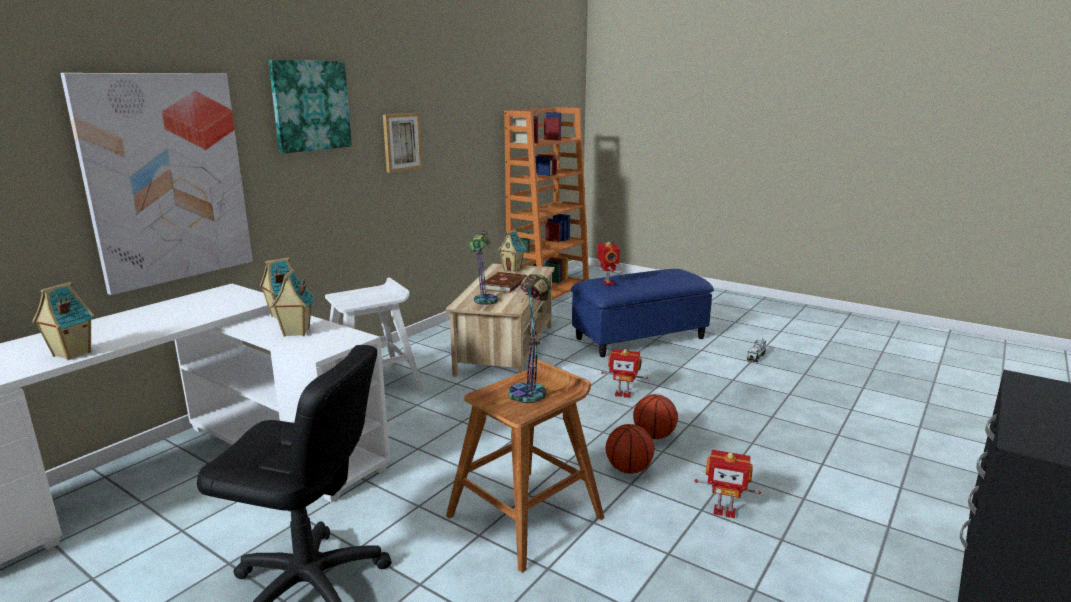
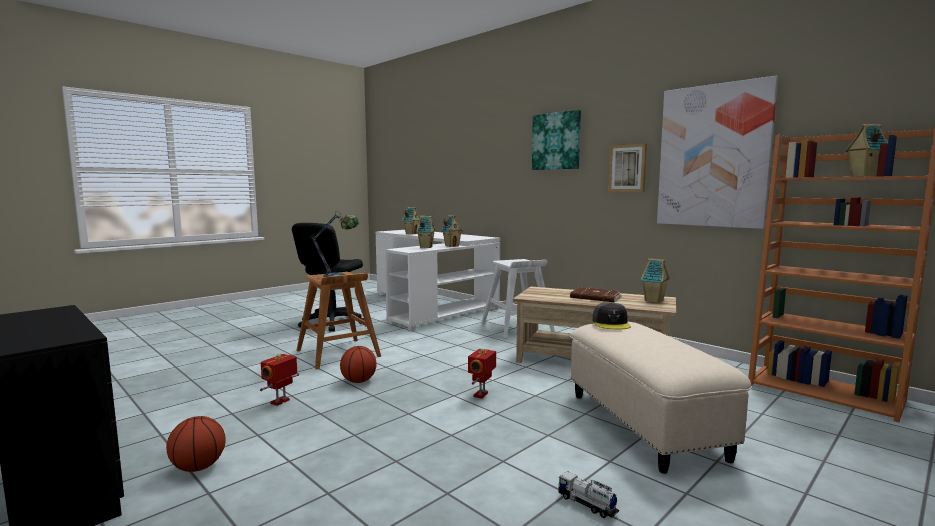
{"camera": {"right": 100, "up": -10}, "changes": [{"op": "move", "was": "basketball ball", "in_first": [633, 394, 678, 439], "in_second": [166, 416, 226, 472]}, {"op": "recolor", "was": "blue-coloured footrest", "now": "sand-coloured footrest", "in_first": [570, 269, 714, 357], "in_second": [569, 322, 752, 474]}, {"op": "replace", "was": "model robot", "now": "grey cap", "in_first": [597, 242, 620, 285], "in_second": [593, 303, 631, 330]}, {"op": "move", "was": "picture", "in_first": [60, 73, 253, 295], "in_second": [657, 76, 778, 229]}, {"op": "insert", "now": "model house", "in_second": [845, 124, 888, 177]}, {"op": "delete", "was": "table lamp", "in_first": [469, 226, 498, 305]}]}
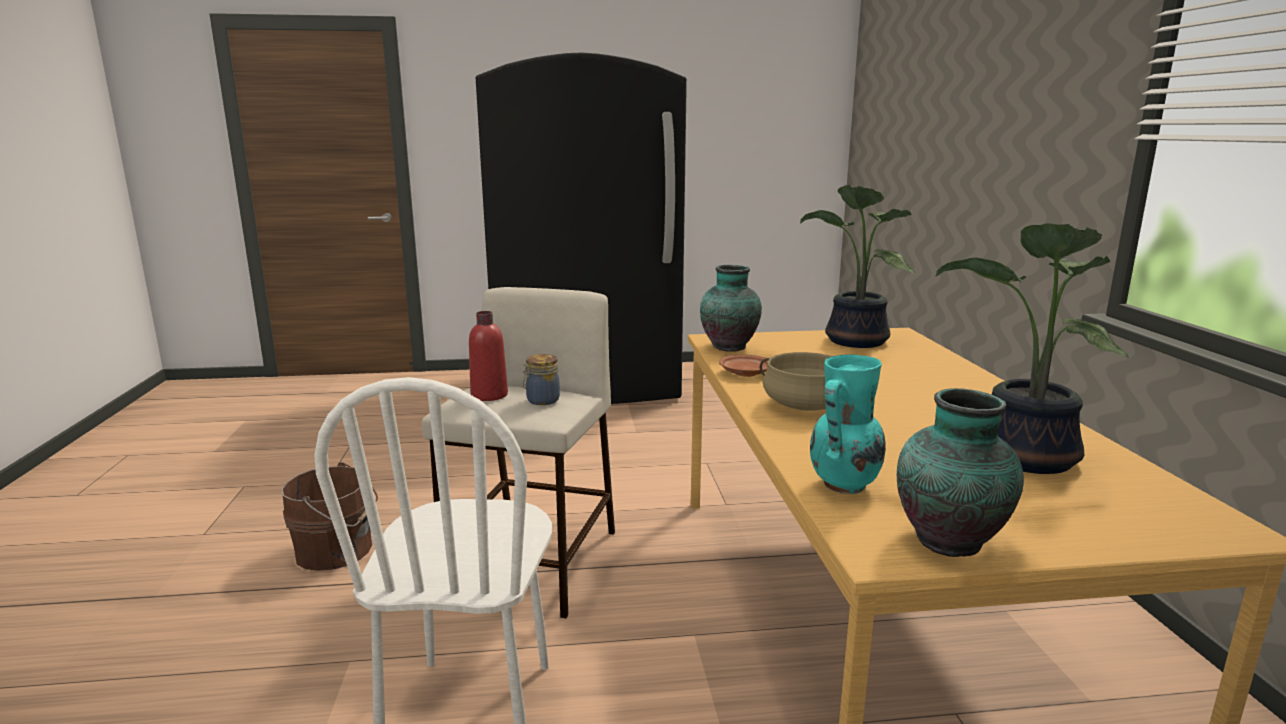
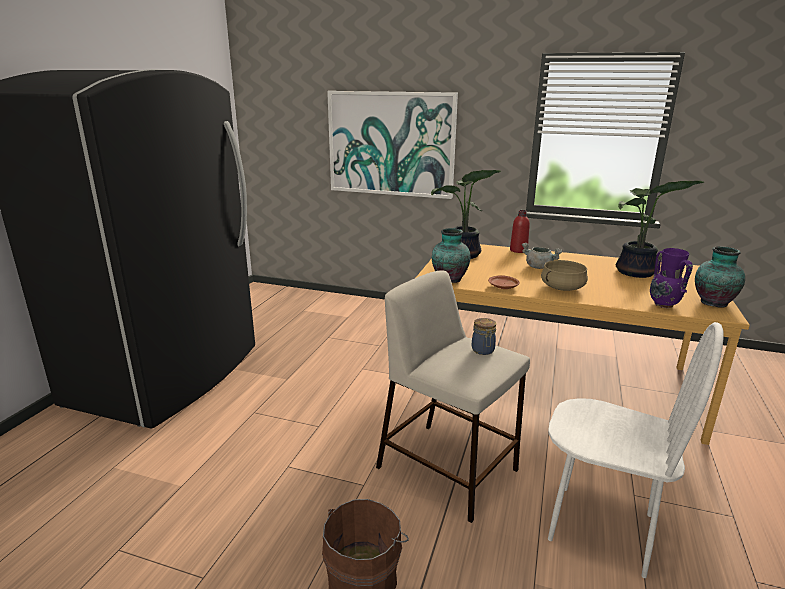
{"camera": {"right": -65, "up": 5}, "changes": [{"op": "insert", "now": "picture", "in_second": [327, 91, 458, 199]}, {"op": "move", "was": "red-coloured beverage bottle", "in_first": [469, 311, 508, 401], "in_second": [510, 210, 530, 253]}, {"op": "insert", "now": "grey cooking pot", "in_second": [522, 243, 563, 269]}, {"op": "recolor", "was": "turquoise-coloured decorative vase", "now": "purplish decorative vase", "in_first": [810, 354, 886, 494], "in_second": [650, 248, 693, 308]}]}
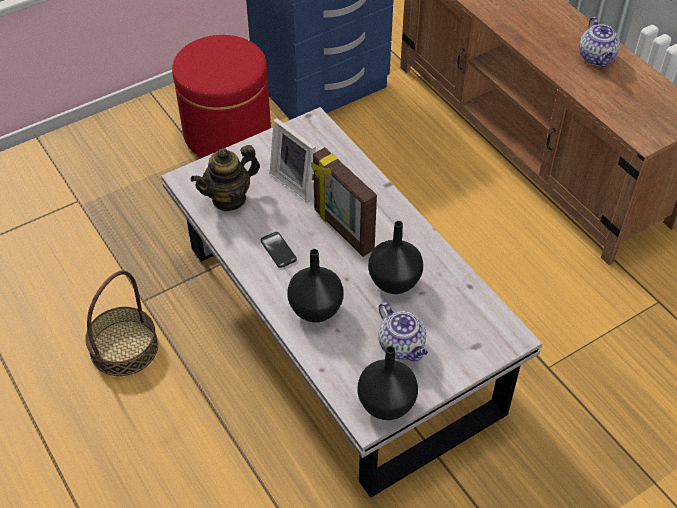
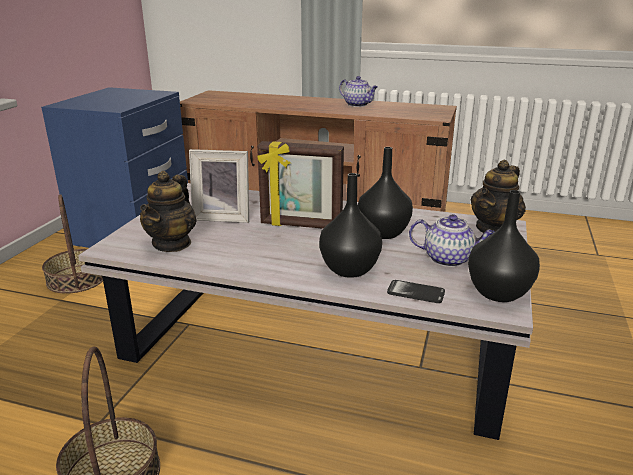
{"camera": {"right": -40, "up": -25}, "changes": [{"op": "replace", "was": "red-coloured footrest", "now": "storage basket", "in_first": [172, 35, 271, 158], "in_second": [42, 194, 103, 294]}, {"op": "move", "was": "telephone", "in_first": [261, 232, 297, 268], "in_second": [387, 280, 445, 303]}, {"op": "insert", "now": "teapot", "in_second": [471, 159, 526, 233]}]}
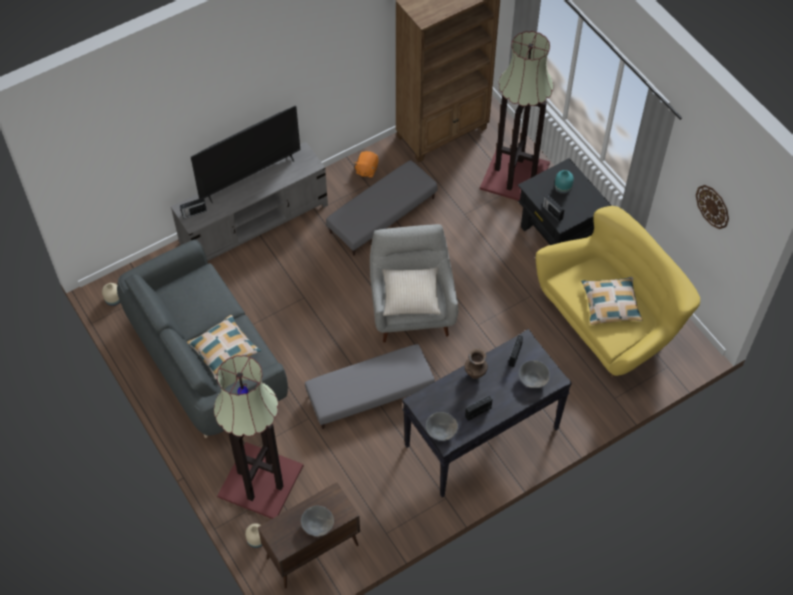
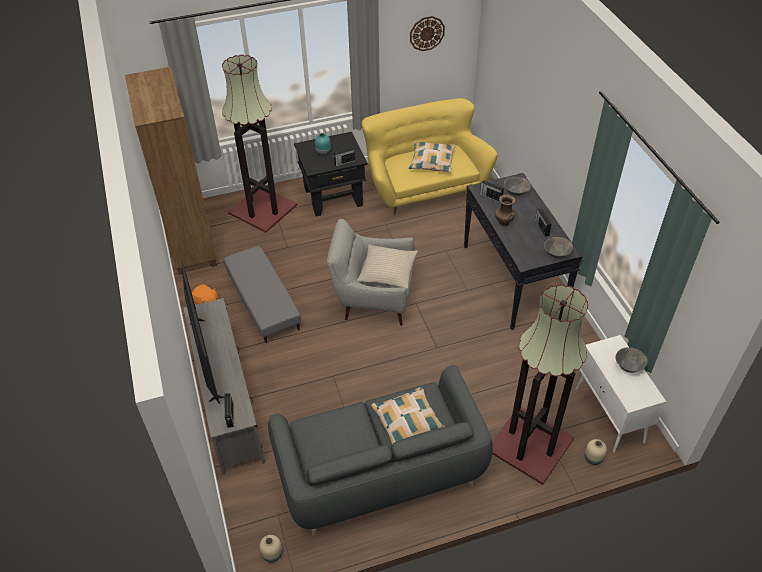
{"camera": {"right": -75, "up": -10}, "changes": [{"op": "recolor", "was": "brown-coloured cupboard", "now": "white cupboard", "in_first": [258, 482, 360, 589], "in_second": [575, 335, 666, 453]}, {"op": "delete", "was": "grey footrest", "in_first": [305, 344, 435, 429]}]}
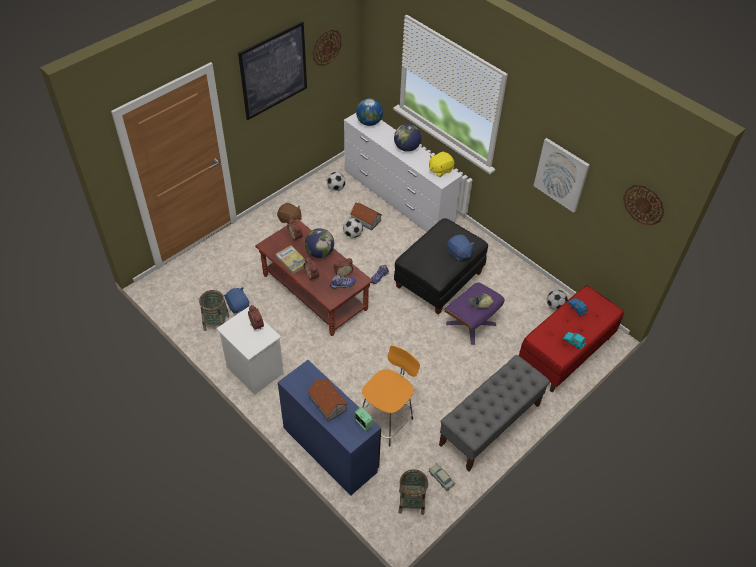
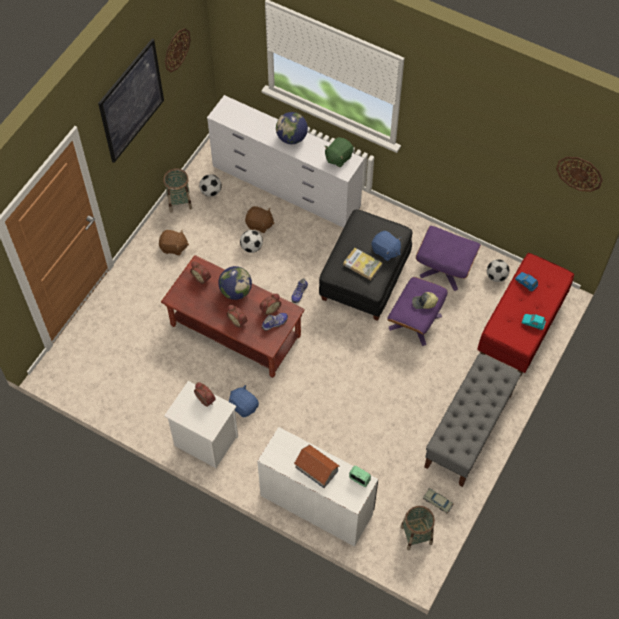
{"camera": {"right": -15, "up": 10}, "changes": [{"op": "move", "was": "storage basket", "in_first": [199, 290, 230, 331], "in_second": [163, 168, 192, 213]}, {"op": "move", "was": "blue-coloured plush toy", "in_first": [223, 287, 249, 314], "in_second": [228, 385, 259, 417]}, {"op": "replace", "was": "model house", "now": "brown-coloured plush toy", "in_first": [350, 203, 382, 231], "in_second": [245, 206, 275, 233]}, {"op": "recolor", "was": "blue-coloured desk unit", "now": "white desk unit", "in_first": [278, 360, 381, 496], "in_second": [257, 427, 378, 547]}, {"op": "recolor", "was": "yellow-coloured plush toy", "now": "green plush toy", "in_first": [429, 152, 455, 177], "in_second": [325, 137, 354, 167]}, {"op": "move", "was": "volume", "in_first": [276, 245, 306, 274], "in_second": [343, 248, 382, 280]}, {"op": "insert", "now": "purplish footrest", "in_second": [416, 226, 481, 291]}, {"op": "delete", "was": "desk globe", "in_first": [356, 99, 383, 126]}, {"op": "delete", "was": "orangey sitting stool", "in_first": [362, 346, 420, 447]}, {"op": "delete", "was": "picture", "in_first": [534, 138, 590, 213]}]}
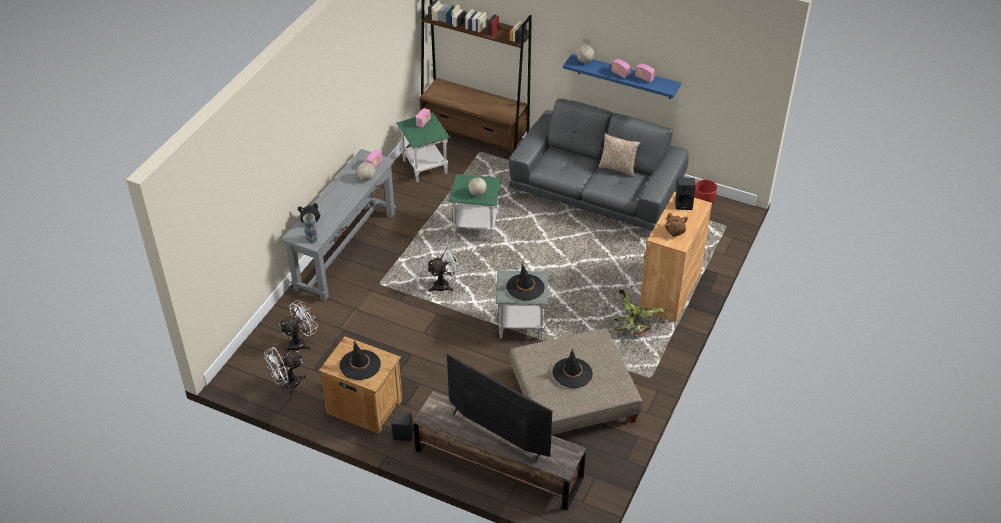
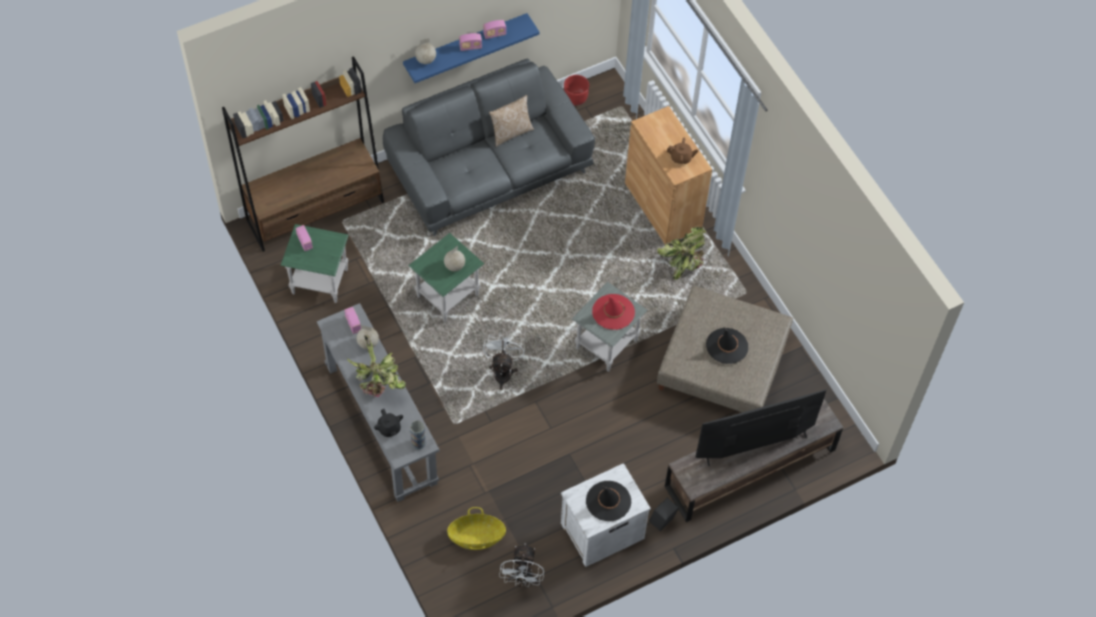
{"camera": {"right": -55, "up": 15}, "changes": [{"op": "insert", "now": "potted plant", "in_second": [346, 335, 406, 397]}, {"op": "replace", "was": "white cooling fan", "now": "storage basket", "in_first": [279, 300, 318, 353], "in_second": [447, 507, 506, 550]}, {"op": "recolor", "was": "brown-coloured night table", "now": "white night table", "in_first": [319, 336, 402, 434], "in_second": [561, 463, 651, 567]}, {"op": "recolor", "was": "black-coloured hat", "now": "red-coloured hat", "in_first": [506, 264, 545, 300], "in_second": [592, 294, 635, 330]}, {"op": "delete", "was": "black-coloured loudspeaker", "in_first": [675, 178, 696, 210]}]}
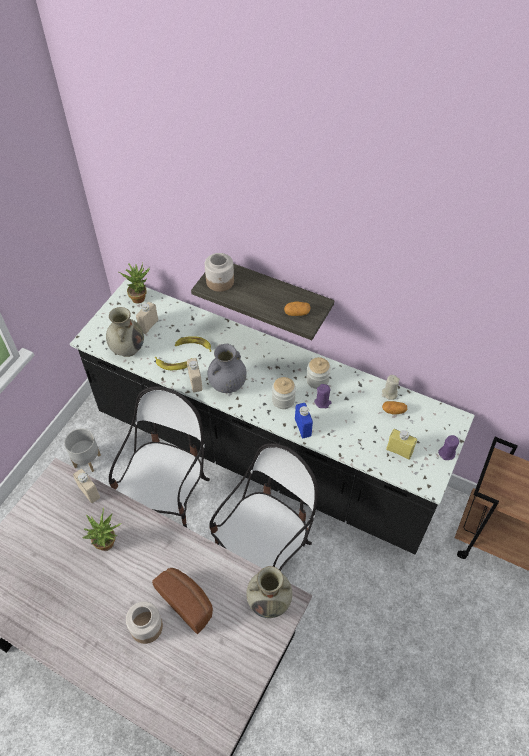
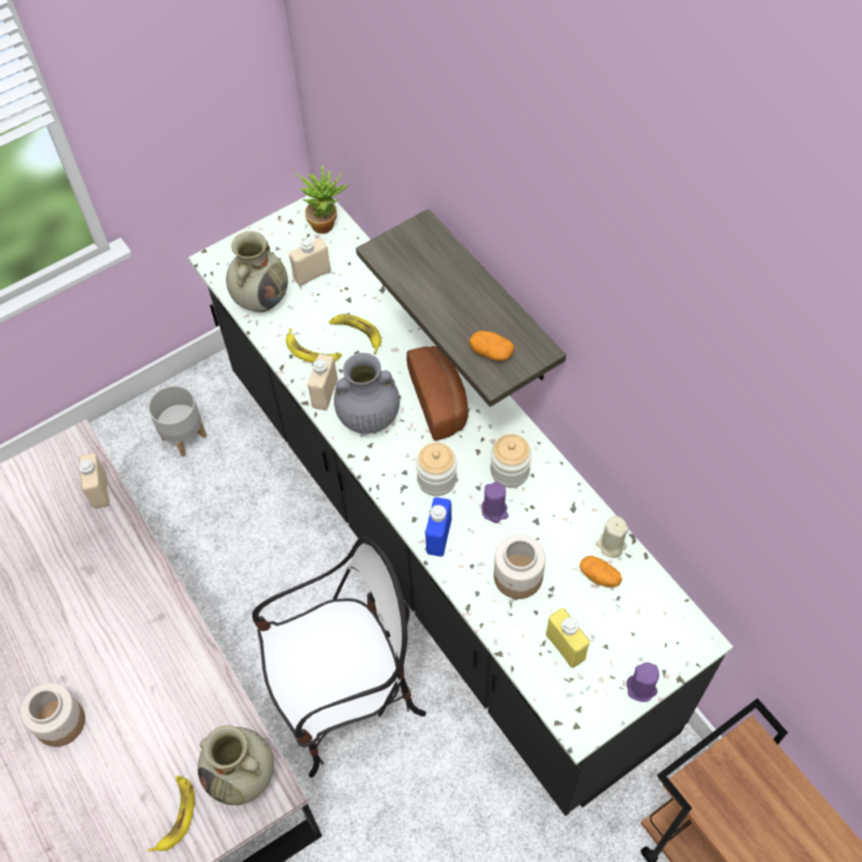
{"camera": {"right": 30, "up": 5}, "changes": [{"op": "insert", "now": "banana fruit", "in_second": [148, 776, 195, 852]}, {"op": "move", "was": "bread", "in_first": [152, 568, 213, 634], "in_second": [407, 346, 468, 441]}, {"op": "move", "was": "jar", "in_first": [205, 253, 234, 292], "in_second": [494, 535, 546, 599]}, {"op": "delete", "was": "potted plant", "in_first": [83, 507, 122, 551]}, {"op": "delete", "was": "chair", "in_first": [109, 386, 210, 528]}]}
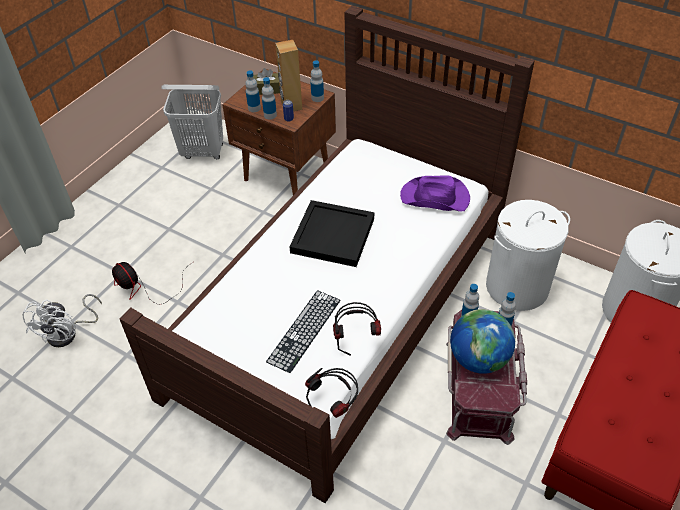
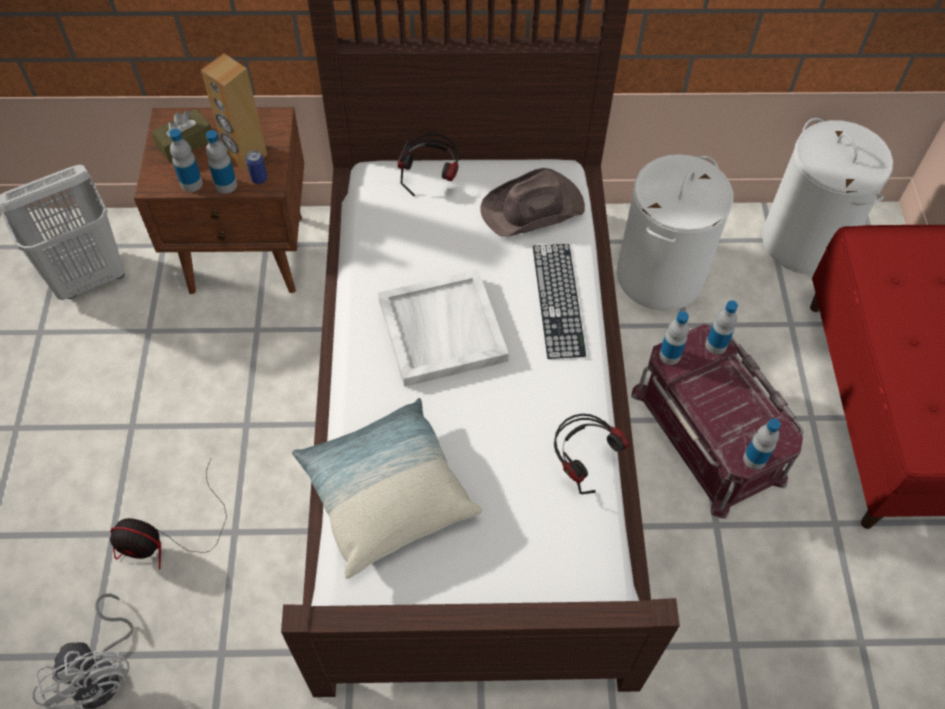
{"camera": {"right": -35, "up": 10}, "changes": [{"op": "insert", "now": "cushion", "in_second": [292, 398, 482, 579]}, {"op": "recolor", "was": "black-coloured serving tray", "now": "white serving tray", "in_first": [290, 200, 374, 267], "in_second": [378, 270, 509, 387]}, {"op": "move", "was": "pair of headphones", "in_first": [305, 368, 358, 418], "in_second": [398, 134, 458, 196]}, {"op": "recolor", "was": "purplish hat", "now": "brown-coloured hat", "in_first": [400, 175, 470, 211], "in_second": [480, 168, 585, 237]}, {"op": "move", "was": "PC keyboard", "in_first": [266, 290, 340, 373], "in_second": [533, 244, 586, 359]}, {"op": "move", "was": "beverage bottle", "in_first": [310, 60, 324, 102], "in_second": [743, 418, 781, 470]}, {"op": "delete", "was": "desk globe", "in_first": [450, 309, 515, 374]}]}
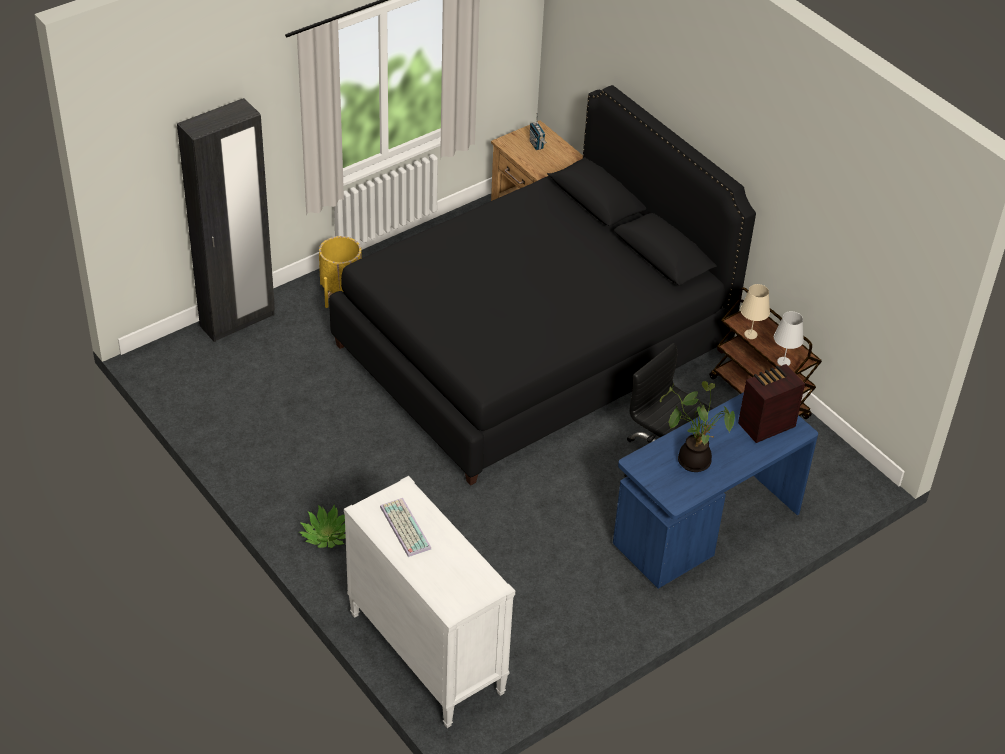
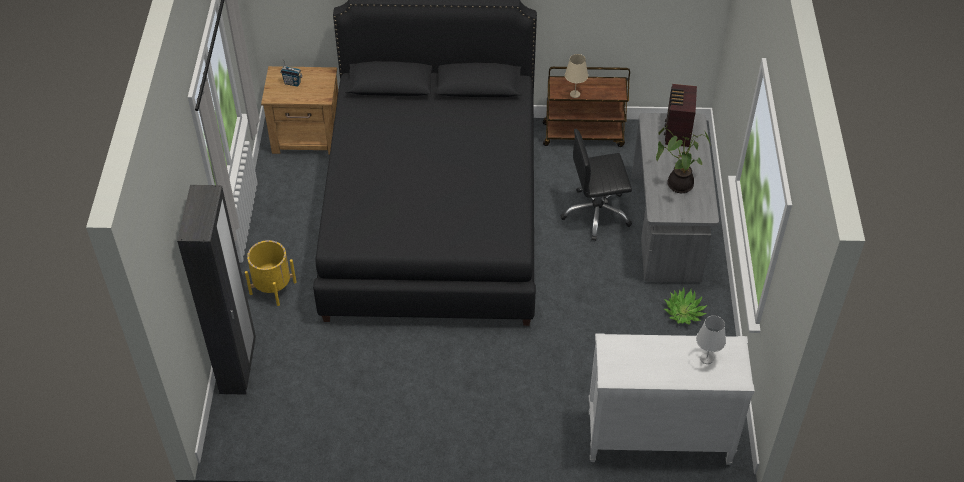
{"camera": {"right": -50, "up": 5}, "changes": [{"op": "recolor", "was": "blue-coloured desk unit", "now": "grey desk unit", "in_first": [613, 392, 818, 589], "in_second": [631, 113, 719, 283]}, {"op": "move", "was": "potted plant", "in_first": [299, 505, 346, 548], "in_second": [664, 287, 708, 325]}, {"op": "move", "was": "white table lamp", "in_first": [774, 311, 804, 366], "in_second": [696, 316, 726, 364]}, {"op": "delete", "was": "PC keyboard", "in_first": [380, 498, 431, 557]}]}
